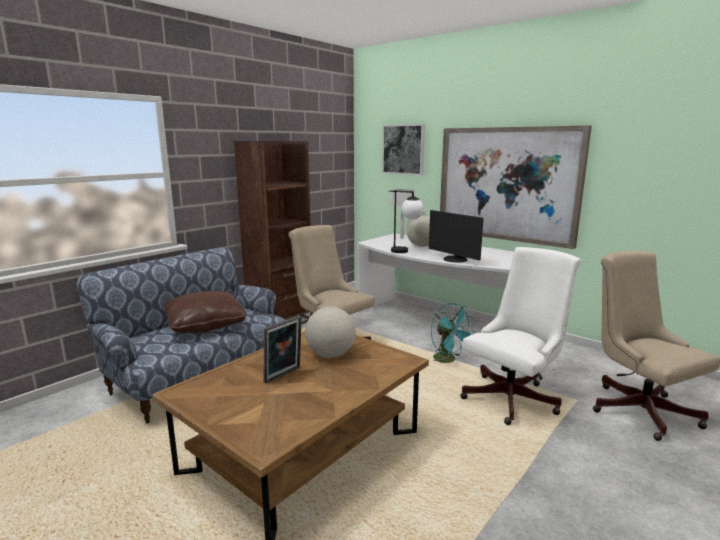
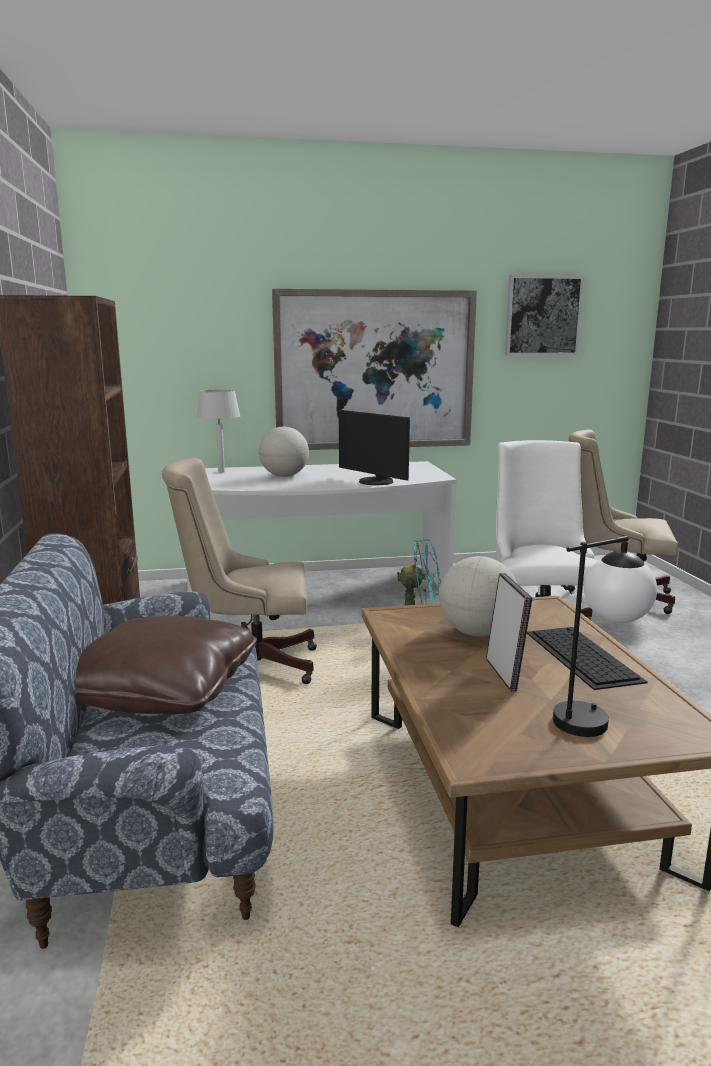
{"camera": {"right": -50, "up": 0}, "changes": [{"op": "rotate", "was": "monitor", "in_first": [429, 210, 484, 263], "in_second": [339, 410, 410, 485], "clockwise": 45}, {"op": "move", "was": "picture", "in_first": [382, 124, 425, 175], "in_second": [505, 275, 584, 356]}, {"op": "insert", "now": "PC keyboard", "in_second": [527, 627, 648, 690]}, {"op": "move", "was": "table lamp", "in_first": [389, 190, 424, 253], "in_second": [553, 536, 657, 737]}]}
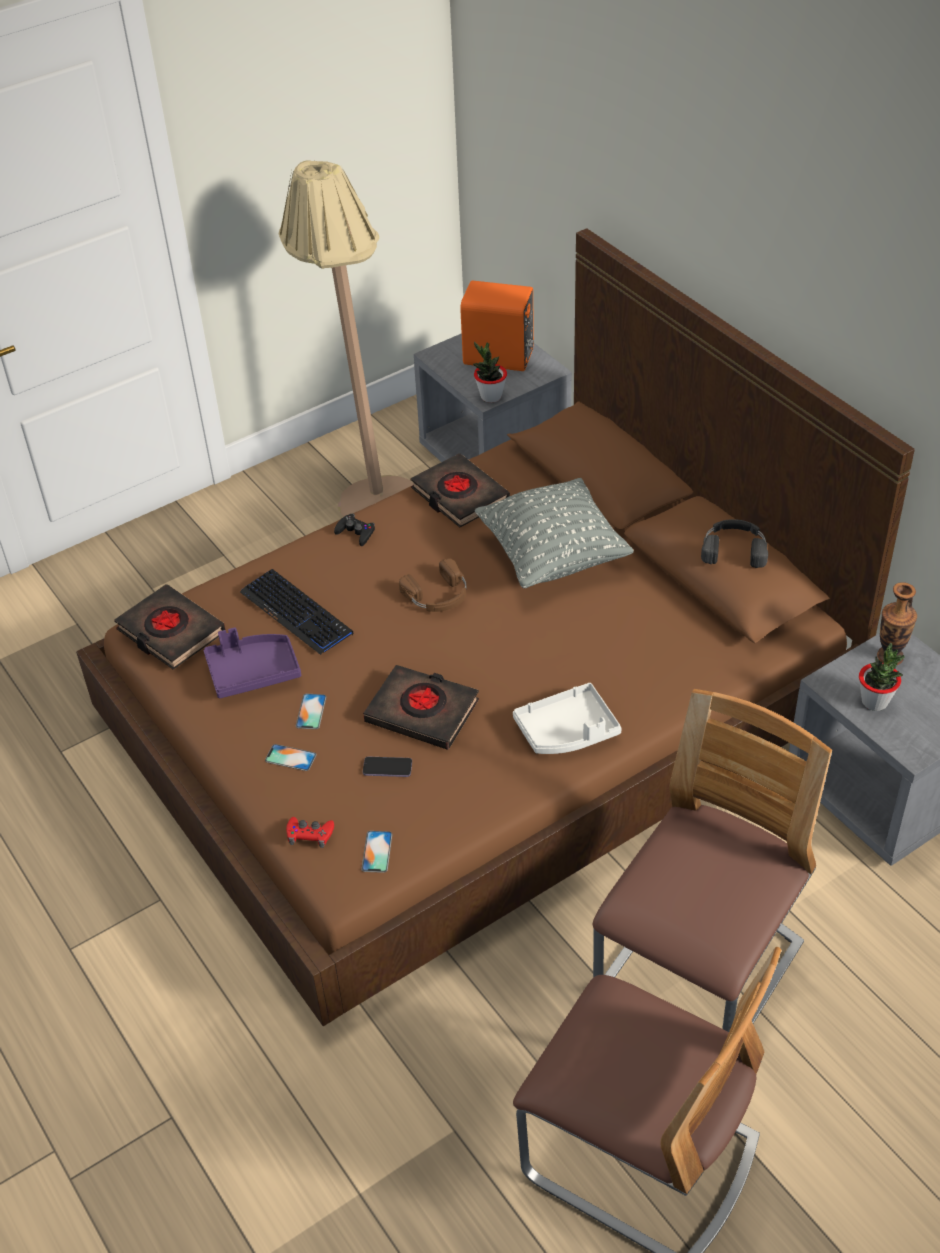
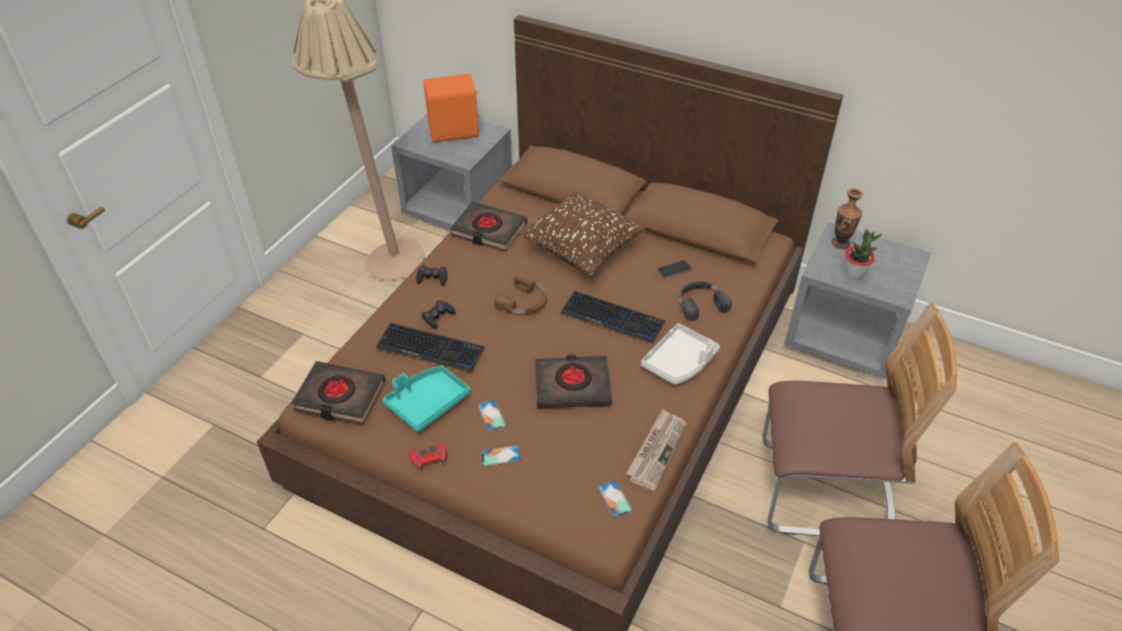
{"camera": {"right": -30, "up": 0}, "changes": [{"op": "recolor", "was": "purplish serving tray", "now": "turquoise-coloured serving tray", "in_first": [204, 628, 301, 698], "in_second": [383, 366, 470, 432]}, {"op": "move", "was": "red-coloured game controller", "in_first": [286, 817, 334, 848], "in_second": [409, 442, 447, 471]}, {"op": "insert", "now": "black-coloured game controller", "in_second": [421, 300, 456, 329]}, {"op": "recolor", "was": "grey cushion", "now": "brown-coloured cushion", "in_first": [475, 478, 634, 588], "in_second": [519, 191, 646, 275]}, {"op": "insert", "now": "PC keyboard", "in_second": [561, 291, 665, 343]}, {"op": "insert", "now": "daily paper", "in_second": [626, 408, 686, 491]}, {"op": "move", "was": "telephone", "in_first": [363, 757, 412, 777], "in_second": [657, 260, 691, 278]}, {"op": "move", "was": "black-coloured pair of headphones", "in_first": [701, 519, 768, 568], "in_second": [679, 281, 732, 321]}, {"op": "rotate", "was": "chair", "in_first": [592, 689, 832, 1032], "in_second": [763, 303, 957, 536], "clockwise": 90}, {"op": "delete", "was": "potted plant", "in_first": [473, 342, 507, 403]}]}
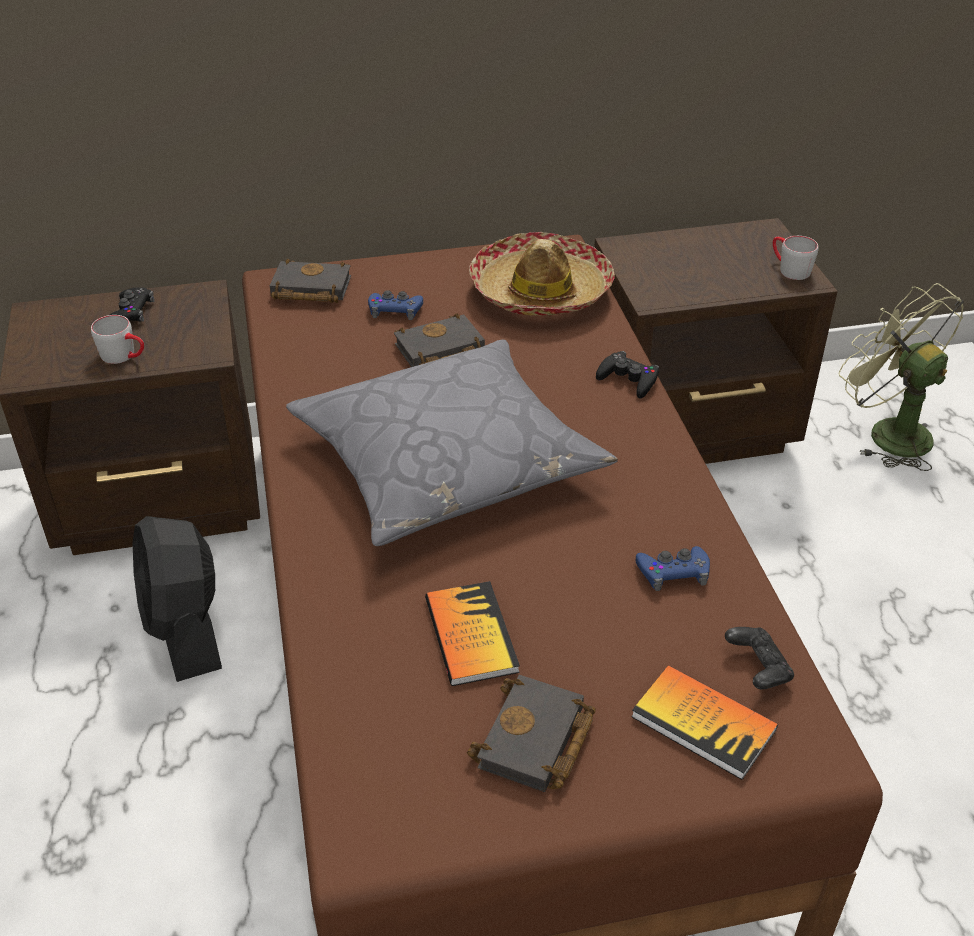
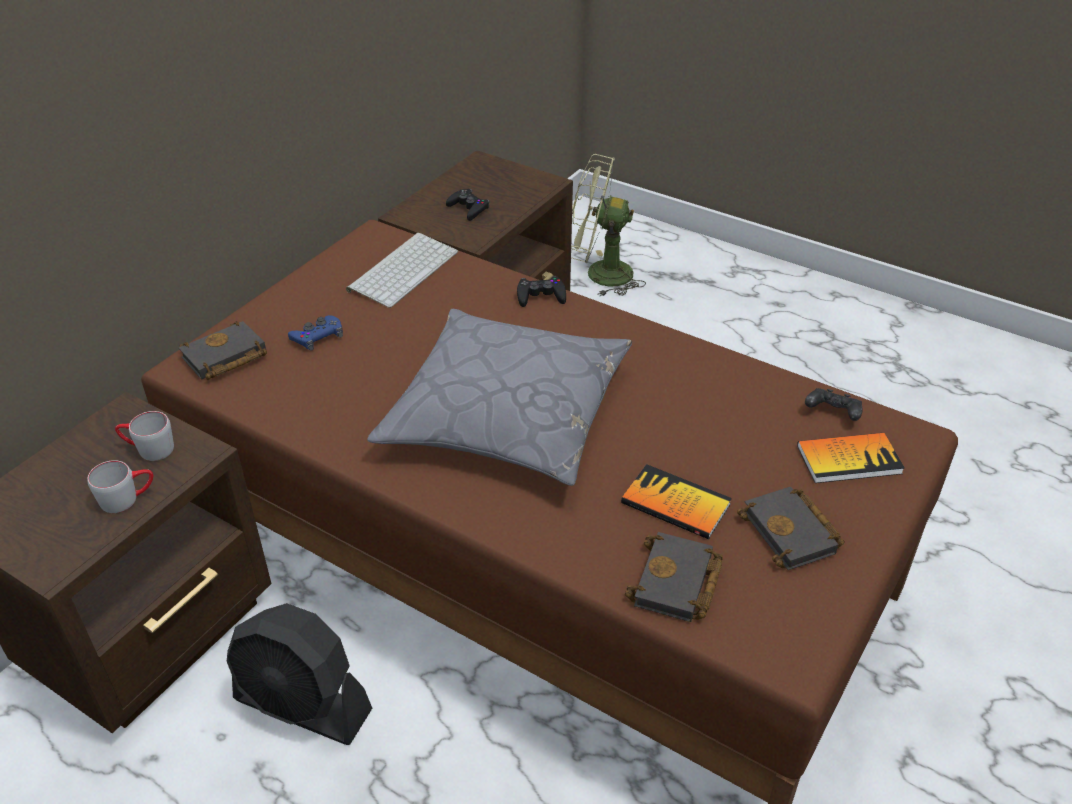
{"camera": {"right": -45, "up": 0}, "changes": [{"op": "move", "was": "grey coffee mug", "in_first": [773, 236, 818, 280], "in_second": [115, 411, 174, 461]}, {"op": "replace", "was": "hat", "now": "PC keyboard", "in_first": [469, 232, 615, 316], "in_second": [346, 233, 458, 308]}, {"op": "move", "was": "black-coloured game controller", "in_first": [109, 287, 155, 322], "in_second": [446, 189, 490, 221]}, {"op": "move", "was": "black-coloured volume", "in_first": [394, 313, 485, 367], "in_second": [625, 532, 723, 622]}, {"op": "delete", "was": "blue-coloured game controller", "in_first": [635, 546, 710, 591]}]}
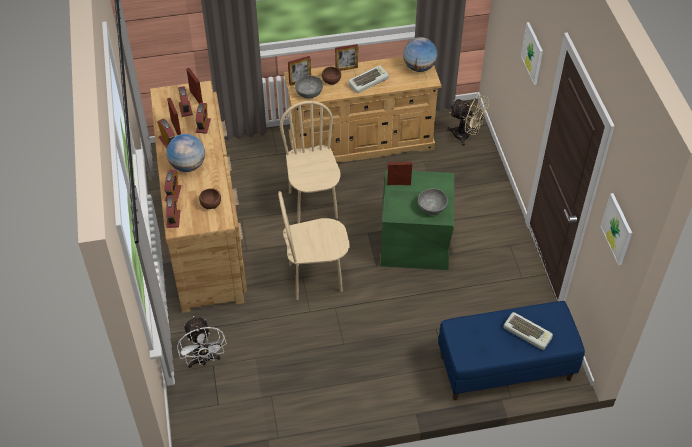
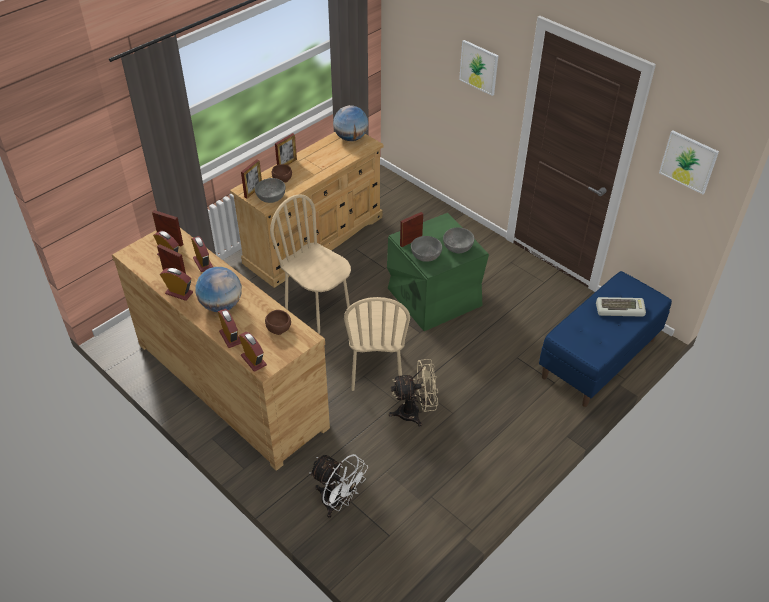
{"camera": {"right": -35, "up": -5}, "changes": [{"op": "rotate", "was": "sand-coloured chair", "in_first": [278, 191, 350, 300], "in_second": [344, 297, 410, 391], "clockwise": -45}, {"op": "move", "was": "sand-coloured cooling fan", "in_first": [447, 95, 489, 146], "in_second": [389, 359, 438, 427]}, {"op": "insert", "now": "grey deep dish", "in_second": [411, 236, 442, 262]}, {"op": "delete", "was": "PC keyboard", "in_first": [349, 65, 389, 93]}]}
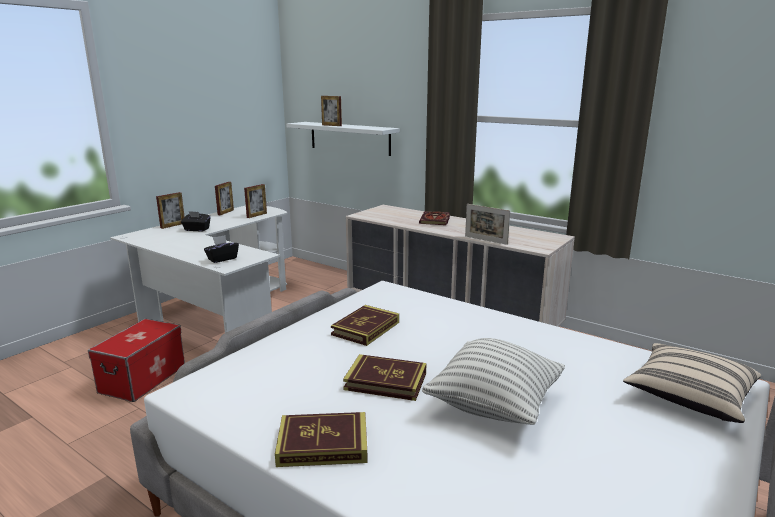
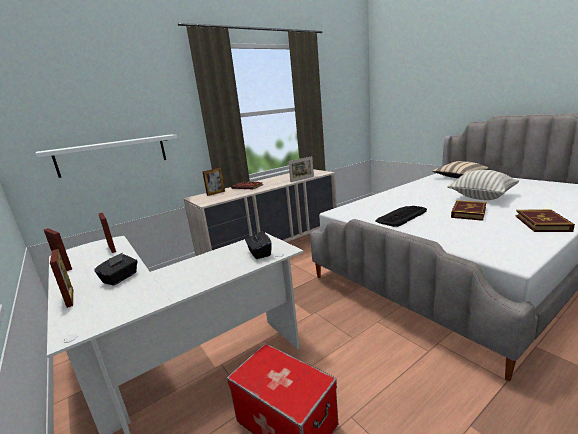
{"camera": {"right": -70, "up": 0}, "changes": [{"op": "move", "was": "picture frame", "in_first": [321, 96, 342, 126], "in_second": [202, 168, 225, 196]}, {"op": "replace", "was": "volume", "now": "PC keyboard", "in_first": [331, 305, 399, 346], "in_second": [375, 206, 427, 227]}]}
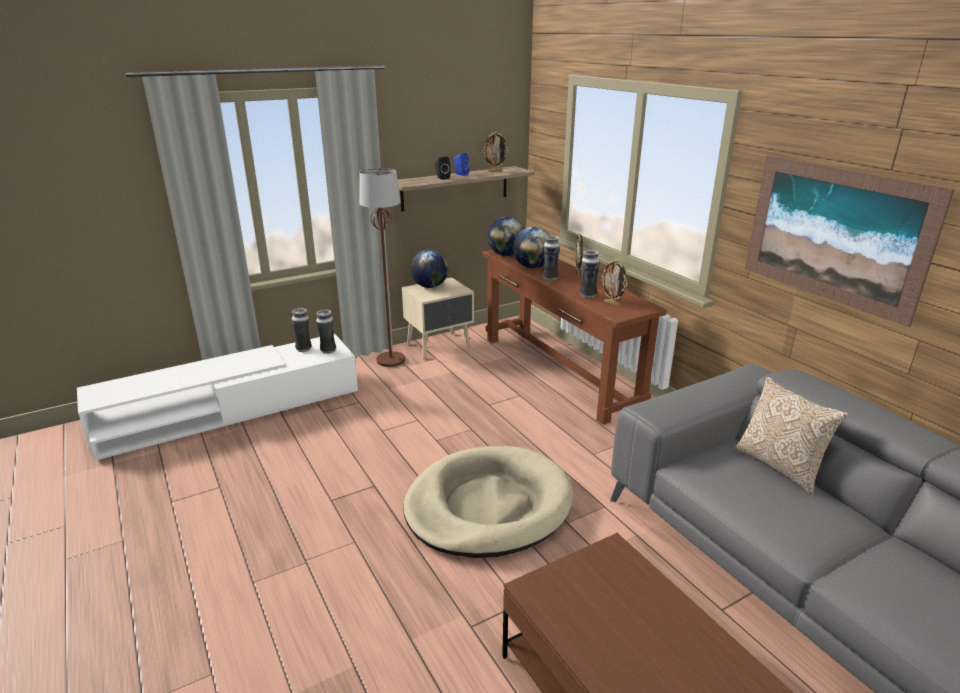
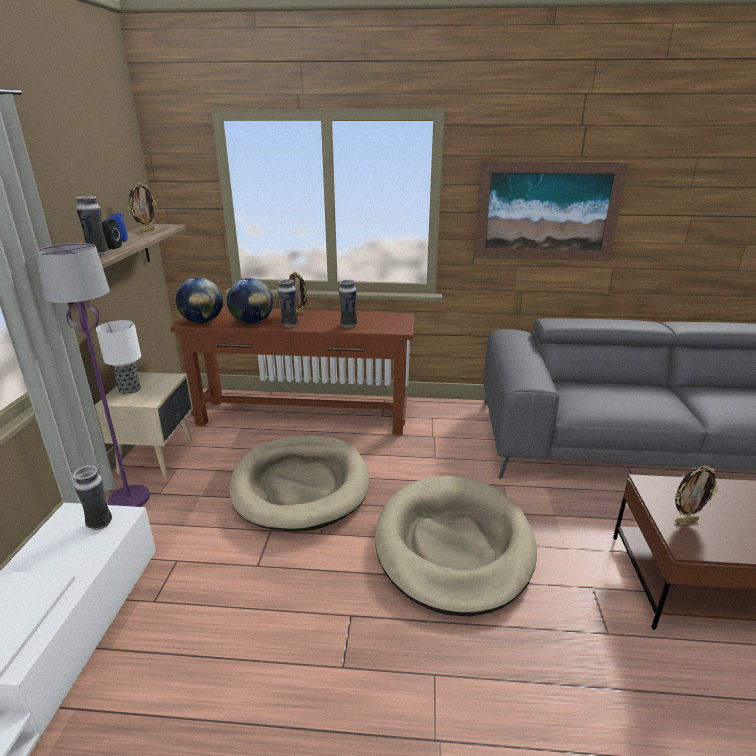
{"camera": {"right": -55, "up": 0}, "changes": [{"op": "recolor", "was": "brown-coloured standing lamp", "now": "purplish standing lamp", "in_first": [359, 168, 405, 367], "in_second": [35, 243, 150, 507]}, {"op": "move", "was": "decorative vase", "in_first": [292, 308, 312, 352], "in_second": [75, 196, 109, 256]}, {"op": "replace", "was": "desk globe", "now": "table lamp", "in_first": [410, 250, 448, 288], "in_second": [96, 320, 141, 395]}, {"op": "insert", "now": "sand-coloured dog cushion", "in_second": [229, 435, 369, 531]}, {"op": "move", "was": "picture frame", "in_first": [601, 259, 627, 306], "in_second": [675, 465, 718, 523]}, {"op": "delete", "was": "cushion", "in_first": [735, 377, 849, 494]}]}
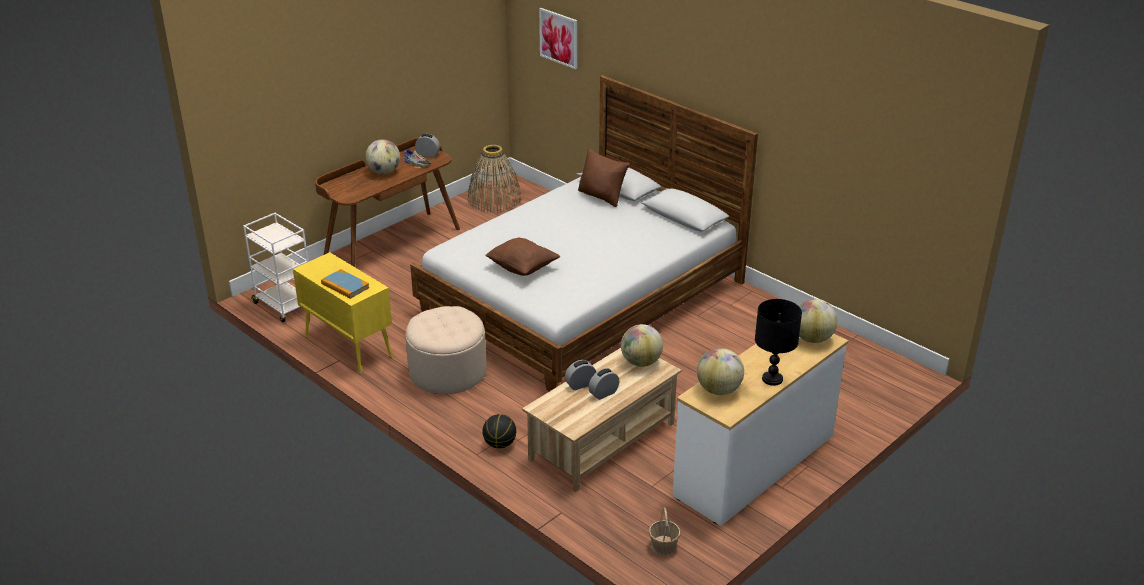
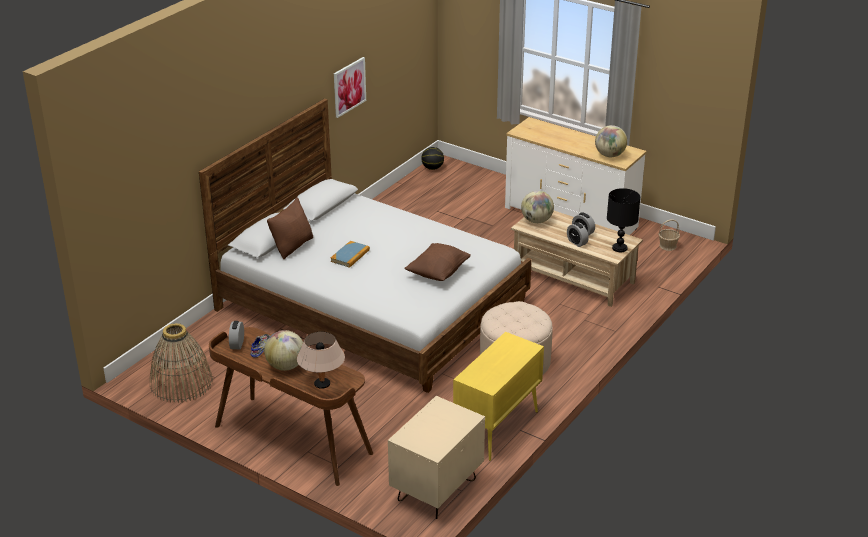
{"camera": {"right": -100, "up": 0}, "changes": [{"op": "insert", "now": "sand-coloured table lamp", "in_second": [297, 332, 345, 389]}, {"op": "move", "was": "volume", "in_first": [321, 269, 369, 299], "in_second": [331, 241, 370, 268]}, {"op": "move", "was": "picture", "in_first": [539, 8, 577, 69], "in_second": [334, 57, 366, 118]}, {"op": "replace", "was": "white cart", "now": "sand-coloured night table", "in_first": [243, 213, 308, 322], "in_second": [388, 396, 485, 519]}, {"op": "move", "was": "basketball ball", "in_first": [482, 414, 516, 448], "in_second": [421, 147, 444, 170]}, {"op": "move", "was": "black-coloured table lamp", "in_first": [755, 299, 802, 386], "in_second": [607, 188, 640, 252]}, {"op": "delete", "was": "desk globe", "in_first": [799, 299, 838, 343]}]}
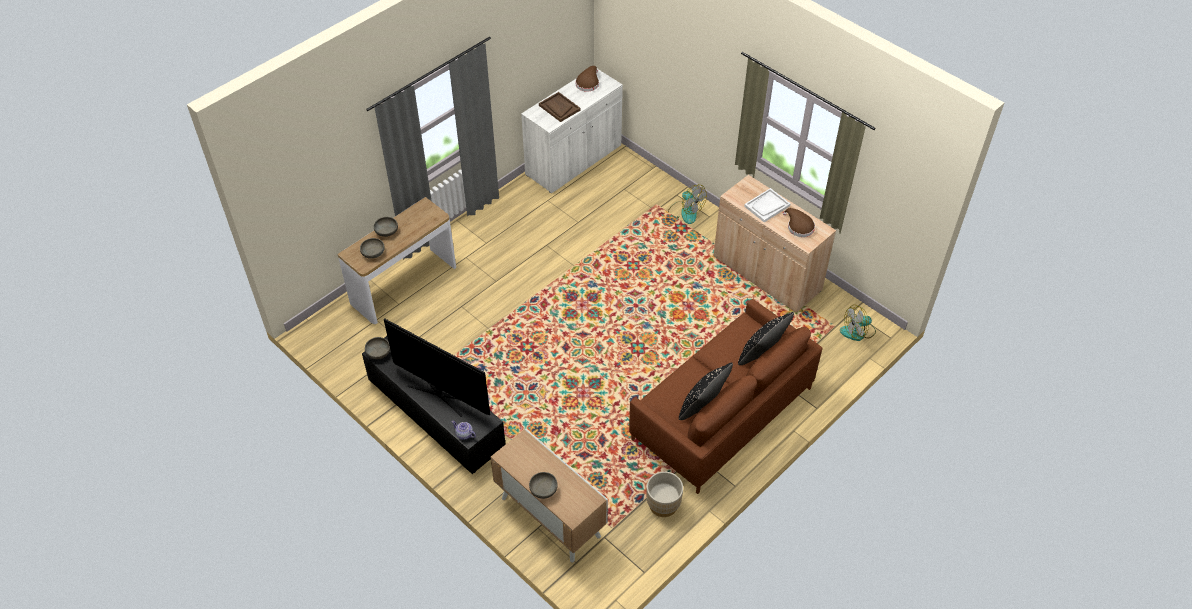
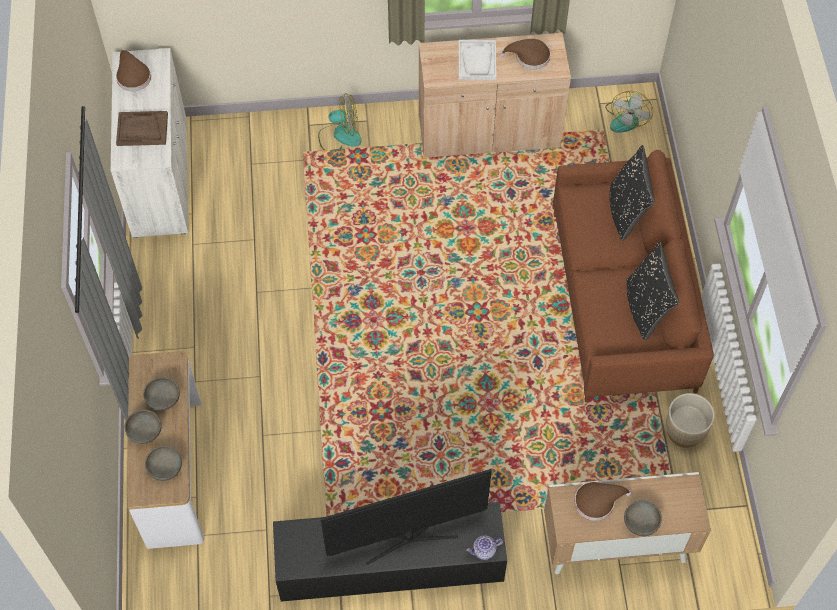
{"camera": {"right": -50, "up": 10}, "changes": [{"op": "move", "was": "grey deep dish", "in_first": [365, 337, 390, 359], "in_second": [143, 377, 180, 411]}, {"op": "insert", "now": "brown-coloured hat", "in_second": [574, 481, 632, 521]}]}
